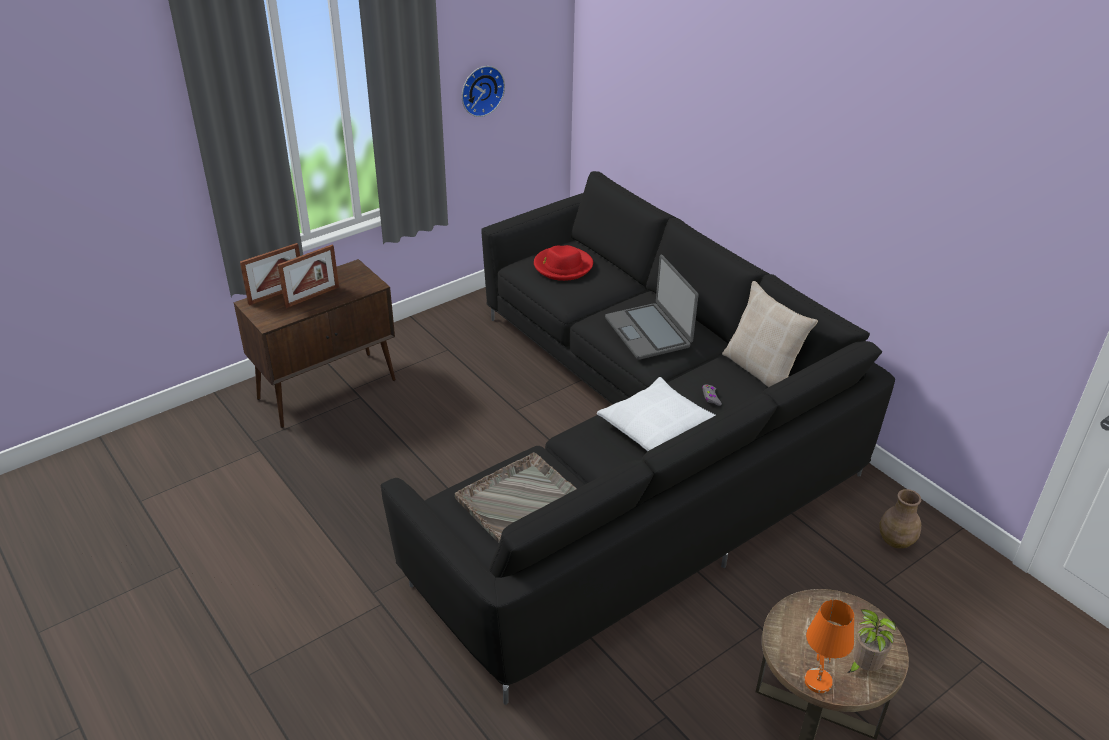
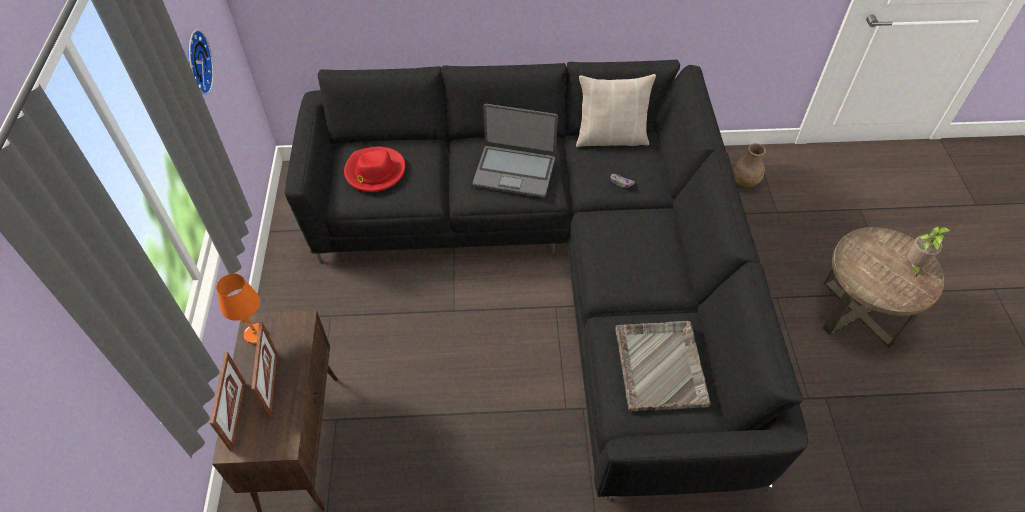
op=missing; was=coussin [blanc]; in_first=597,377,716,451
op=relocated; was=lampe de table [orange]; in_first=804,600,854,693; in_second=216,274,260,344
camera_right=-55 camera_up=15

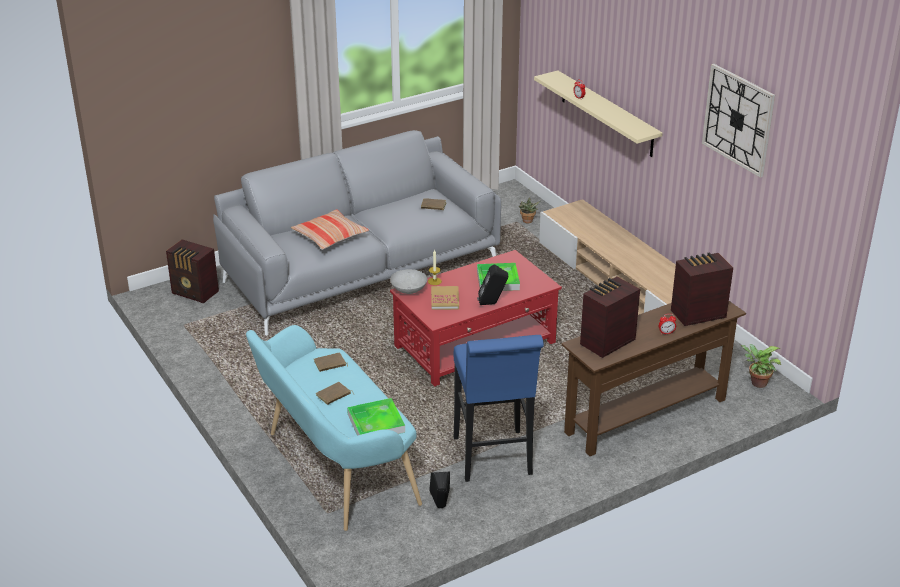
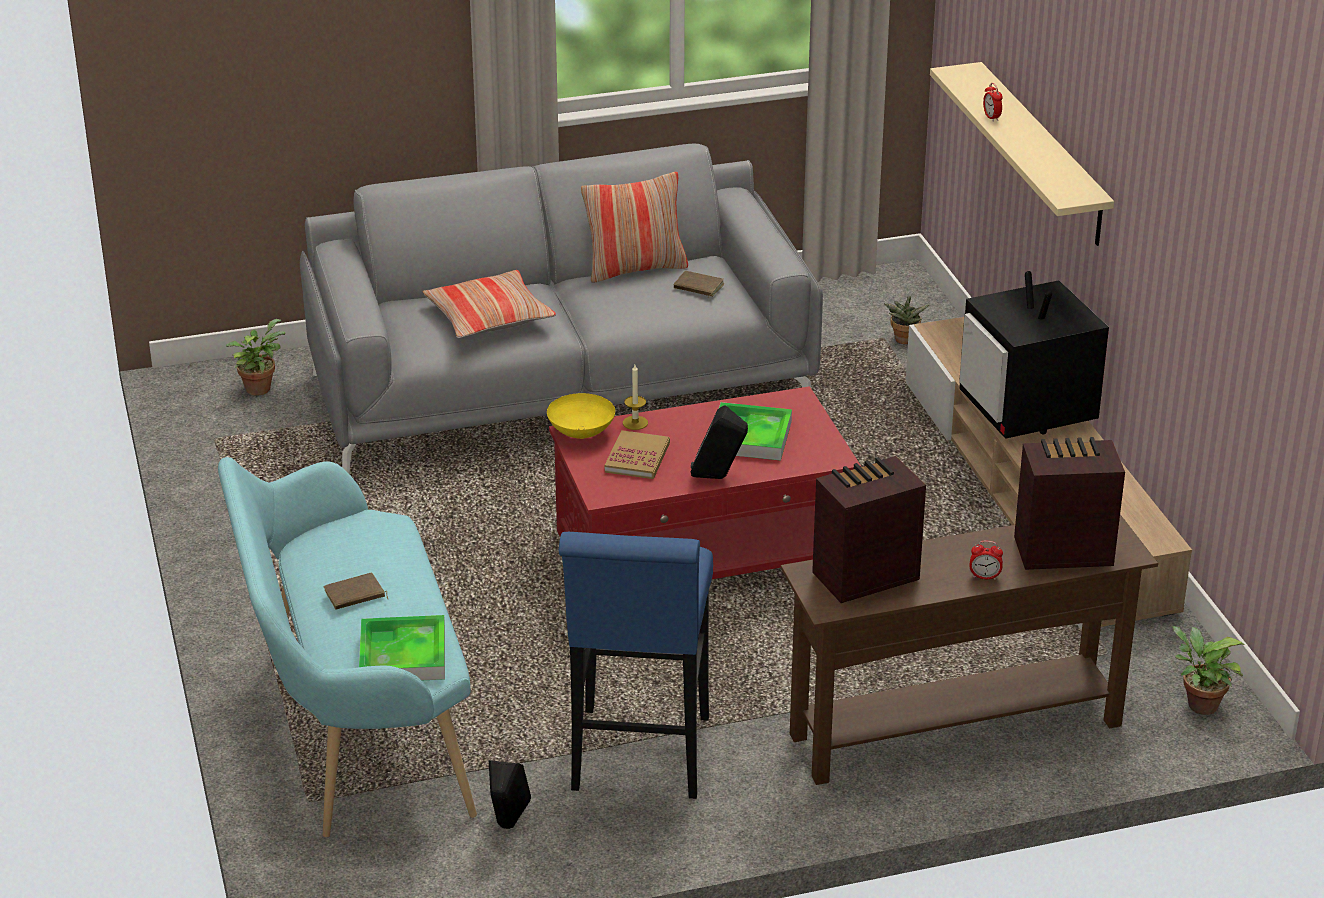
op=missing; was=livre [marron]; in_first=314,352,348,372
op=missing; was=horloge murale; in_first=702,64,775,178
op=appeared; now=coussin; in_second=581,172,688,283
op=appeared; now=téléviseur; in_second=959,271,1109,439
op=exchanged; was=radio; now=plante en pot; in_first=166,239,219,304; in_second=226,319,285,396
op=colour; was=bol [gris]; now=bol [jaune]; in_first=390,269,427,294; in_second=547,393,615,439
camera_right=15 camera_up=0

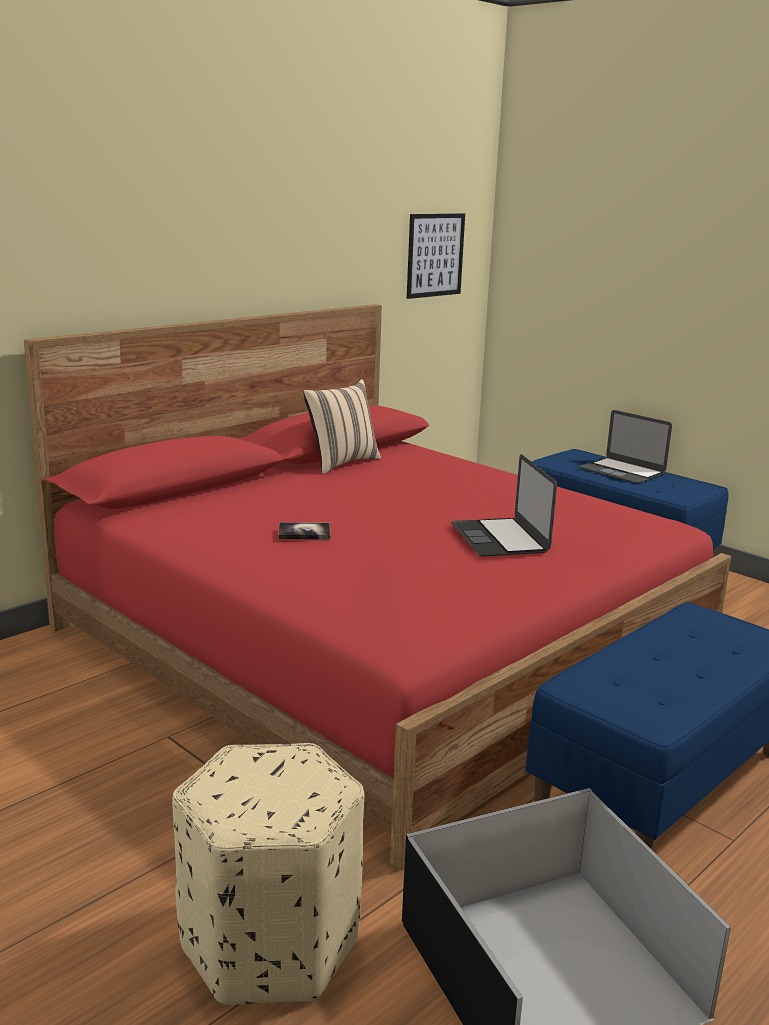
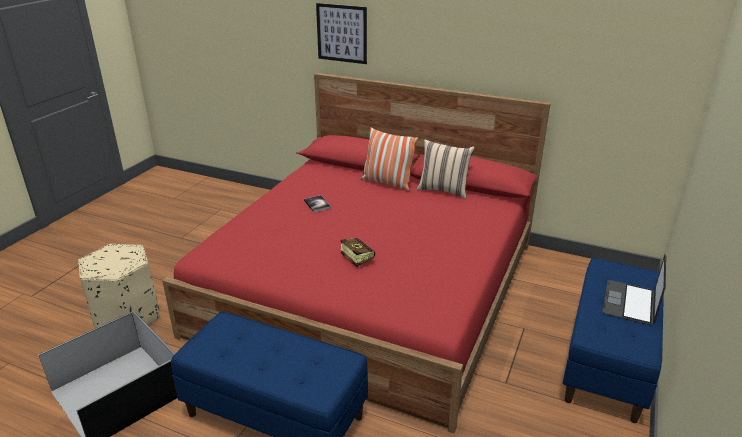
op=appeared; now=coussin; in_second=361,127,418,191
op=relocated; was=tableau; in_first=407,213,465,299; in_second=316,3,367,64
op=exchanged; was=ordinateur portable; now=livre; in_first=451,454,557,557; in_second=340,238,375,267
camera_right=70 camera_up=10

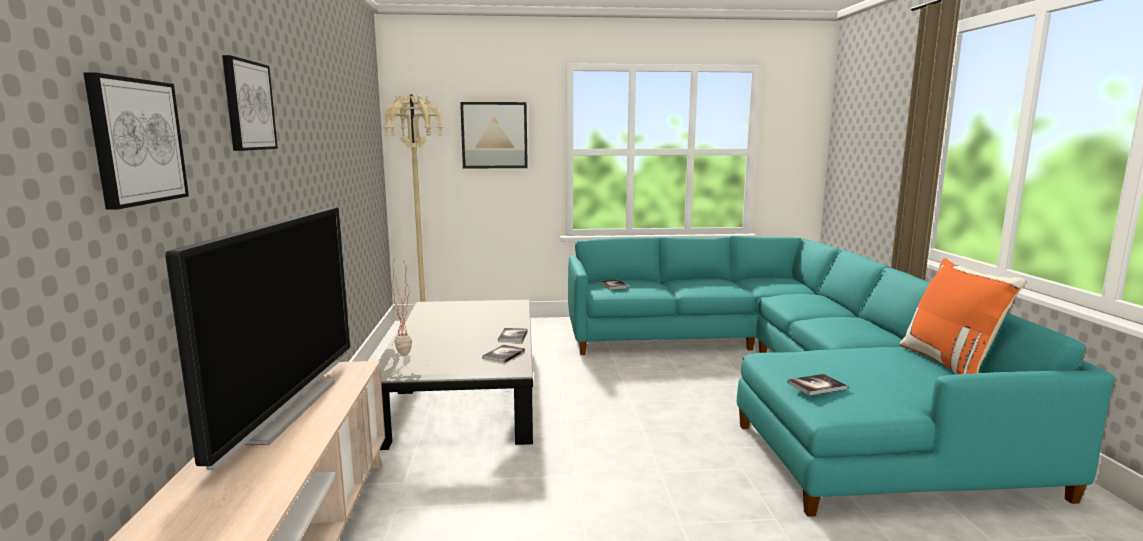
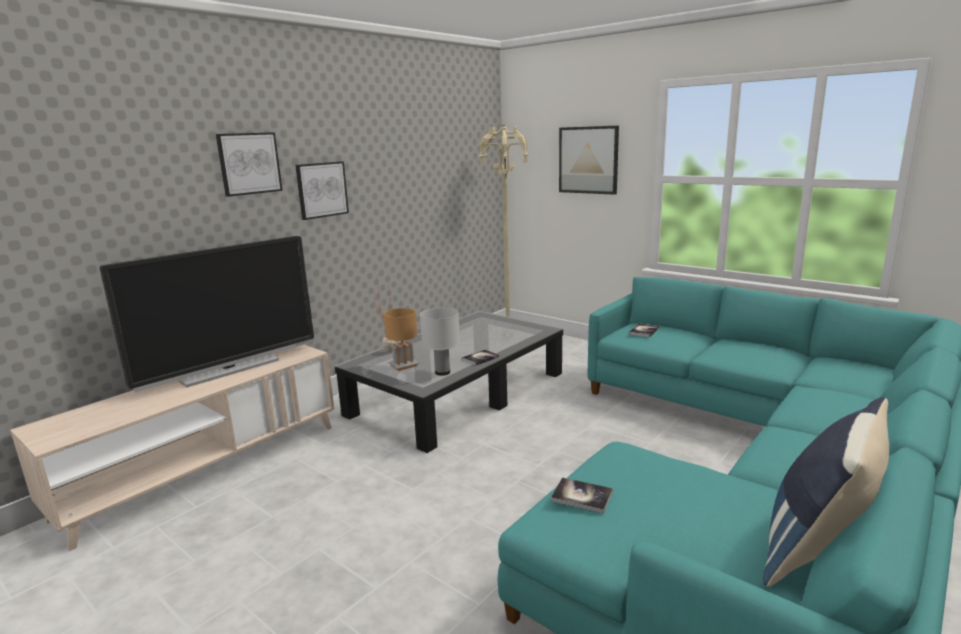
op=appeared; now=lampe de table [marron]; in_second=384,308,420,371
op=relocated; was=tableau; in_first=83,72,189,210; in_second=295,161,349,220
op=exchanged; was=livre; now=lampe de table [blanc]; in_first=482,344,525,363; in_second=420,308,460,376
op=colour; was=coussin [orange]; now=coussin [bleu]; in_first=900,258,1026,374; in_second=763,397,889,587
camera_right=45 camera_up=5

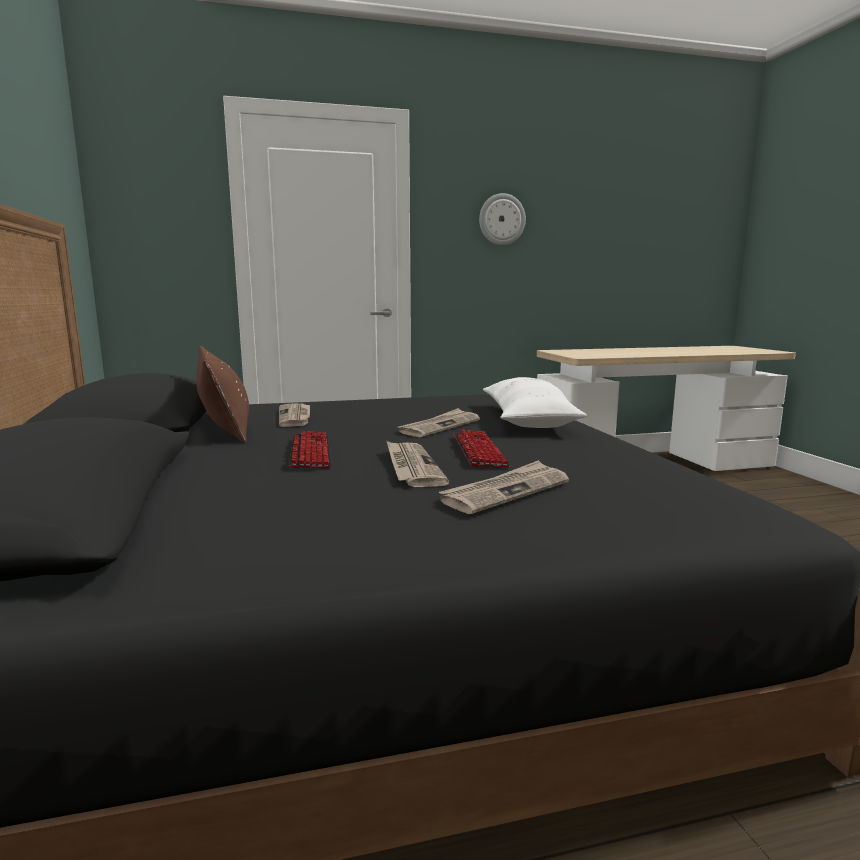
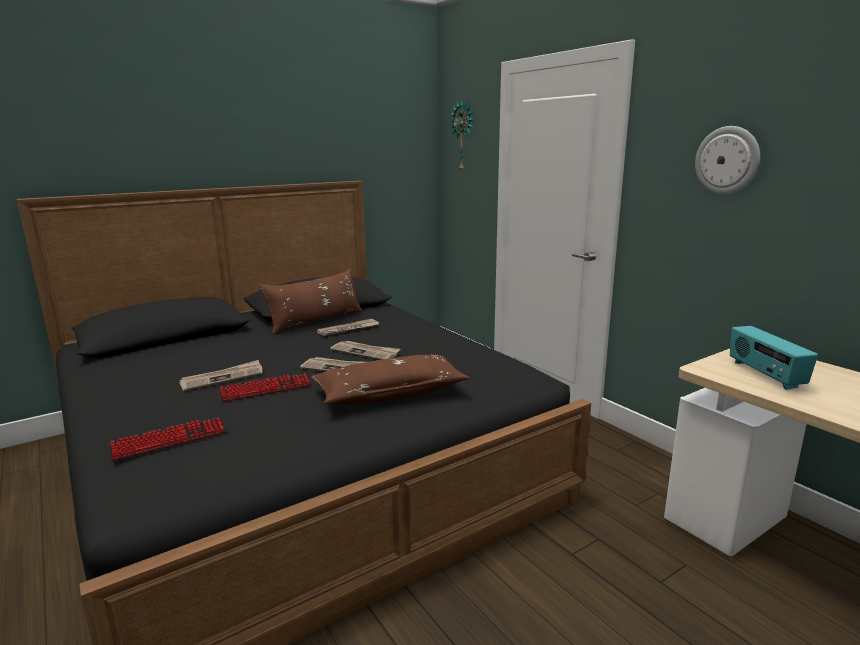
op=appeared; now=horloge murale; in_second=451,100,474,172
op=appeared; now=radio; in_second=730,326,818,390
op=relocated; was=clavier; in_first=289,431,331,468; in_second=109,417,227,461
op=relocated; was=journal; in_first=439,460,569,514; in_second=330,341,400,360
op=colour; was=coussin [blanc]; now=coussin [marron]; in_first=483,377,587,428; in_second=311,355,470,404
camera_right=70 camera_up=5

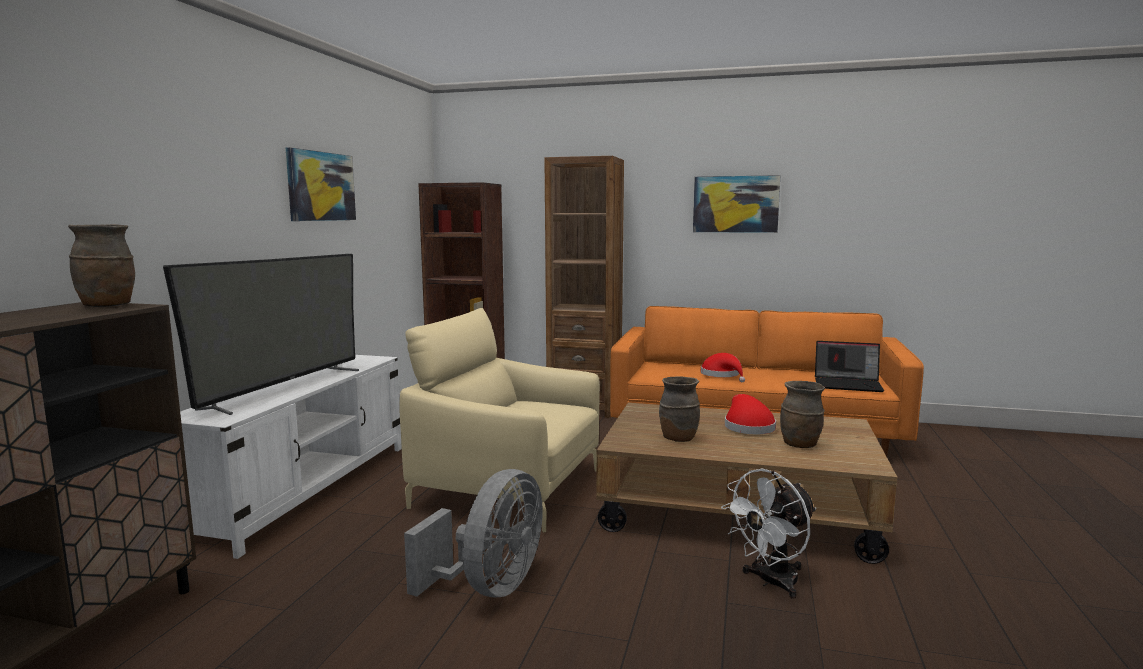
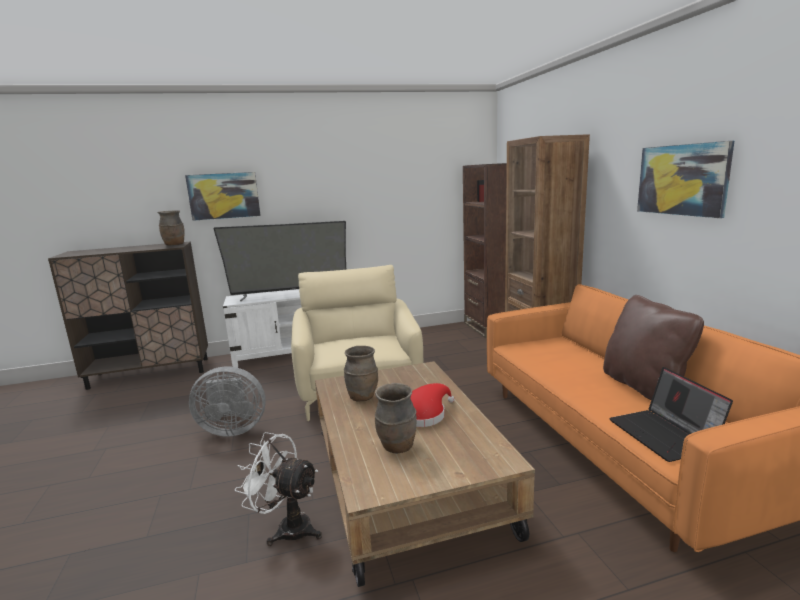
op=missing; was=chapeau [rouge]; in_first=701,353,745,382
op=appeared; now=coussin [marron]; in_second=603,295,704,400
op=relocated; was=tableau; in_first=286,147,356,221; in_second=185,172,261,221
camera_right=60 camera_up=5

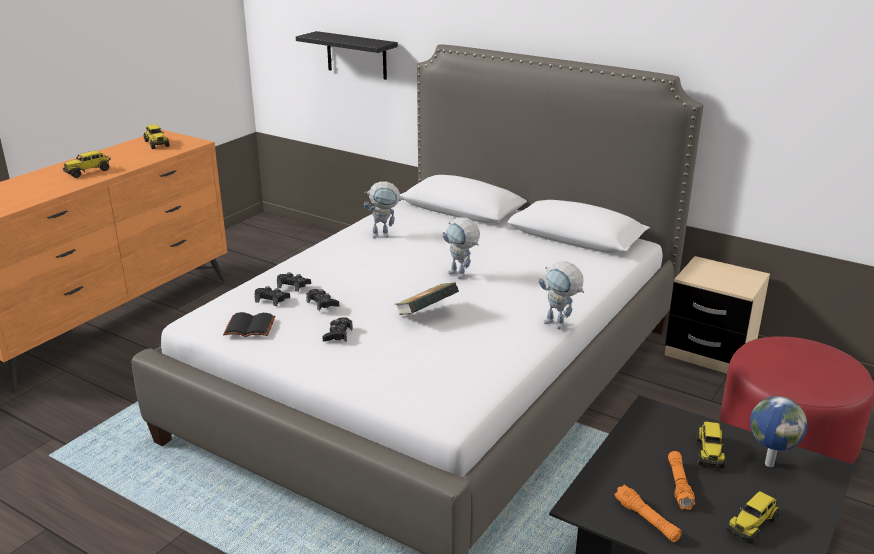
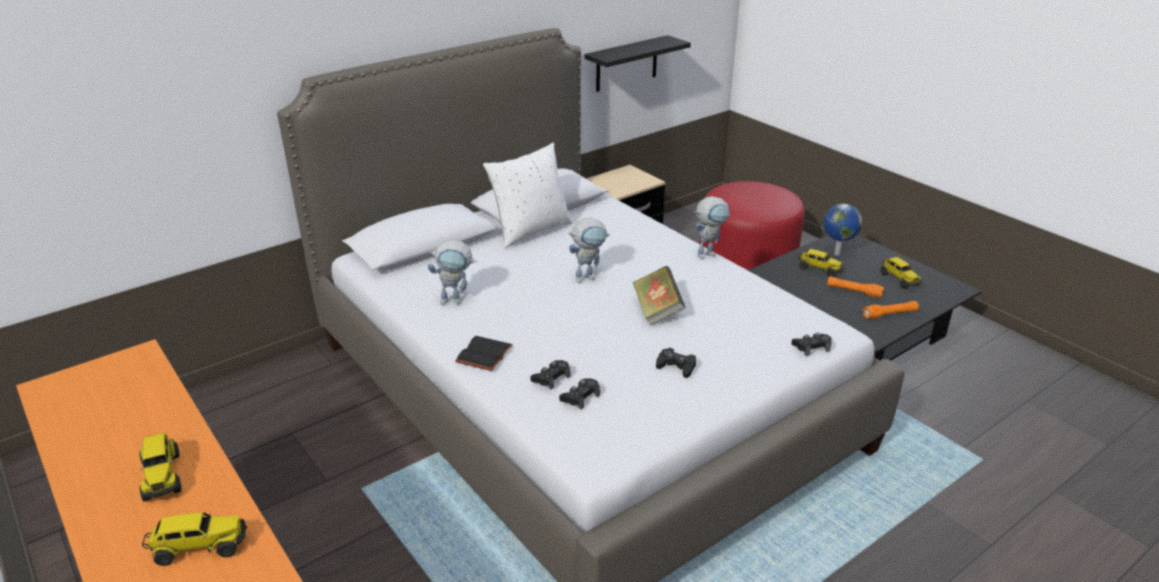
op=appeared; now=coussin [blanc]; in_second=483,143,572,248
op=relocated; was=camion jouet; in_first=144,124,169,149; in_second=142,512,247,566
op=relocated; was=livre [noir]; in_first=223,312,275,337; in_second=455,336,513,371
op=relocated; was=étagère [noir]; in_first=296,31,398,80; in_second=584,35,691,92
op=relocated; was=manette [noir]; in_first=306,289,339,311; in_second=791,333,832,356
op=spun; was=robot jouet; in_first=364,181,404,238; in_second=428,239,477,305; clockwise=75
camera_right=-70 camera_up=5

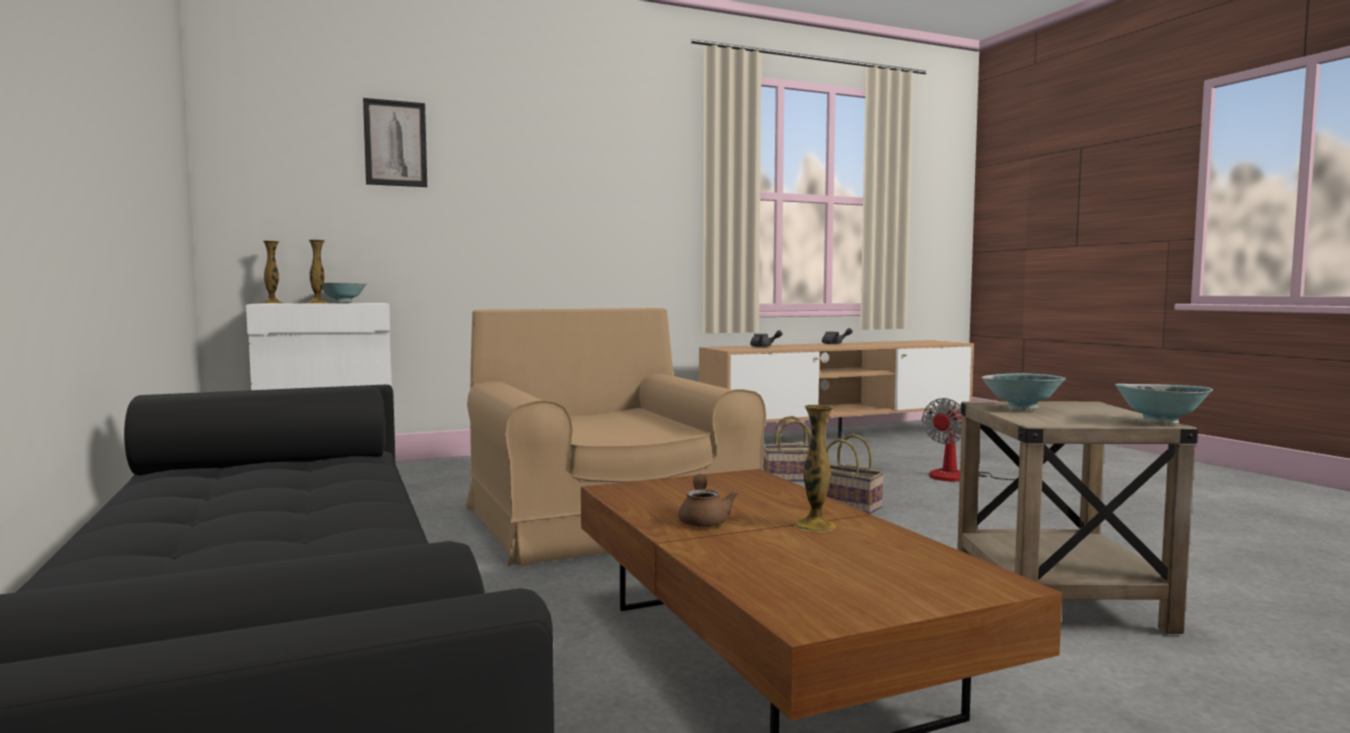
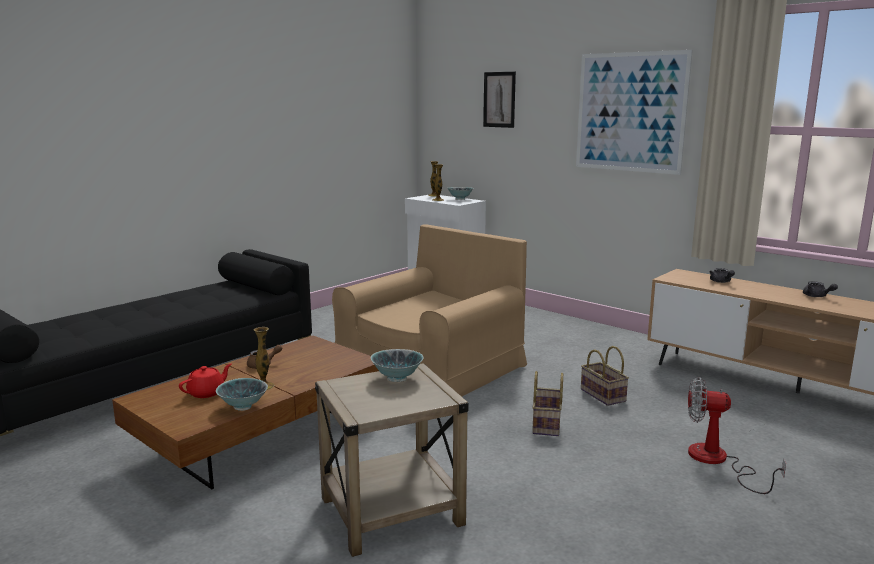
op=appeared; now=théière [rouge]; in_second=179,364,231,398
op=appeared; now=tableau; in_second=576,50,693,175
op=relocated; was=bol; in_first=1115,384,1213,424; in_second=216,378,268,411
camera_right=65 camera_up=10

